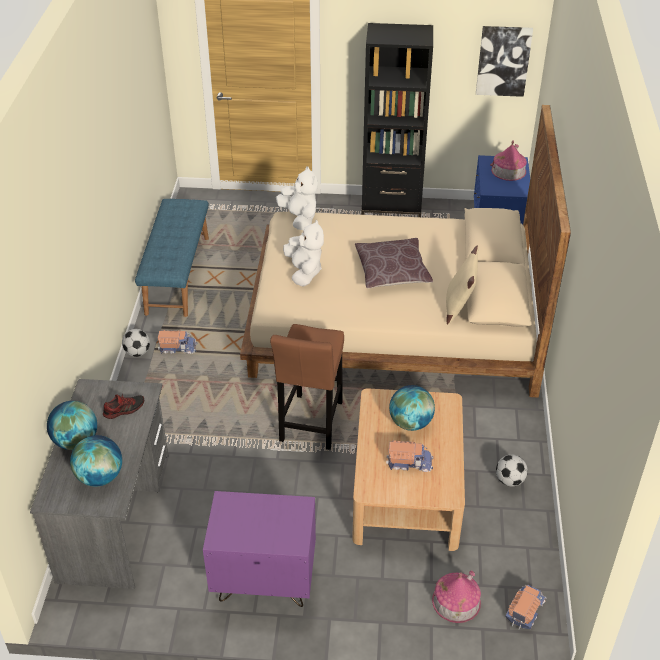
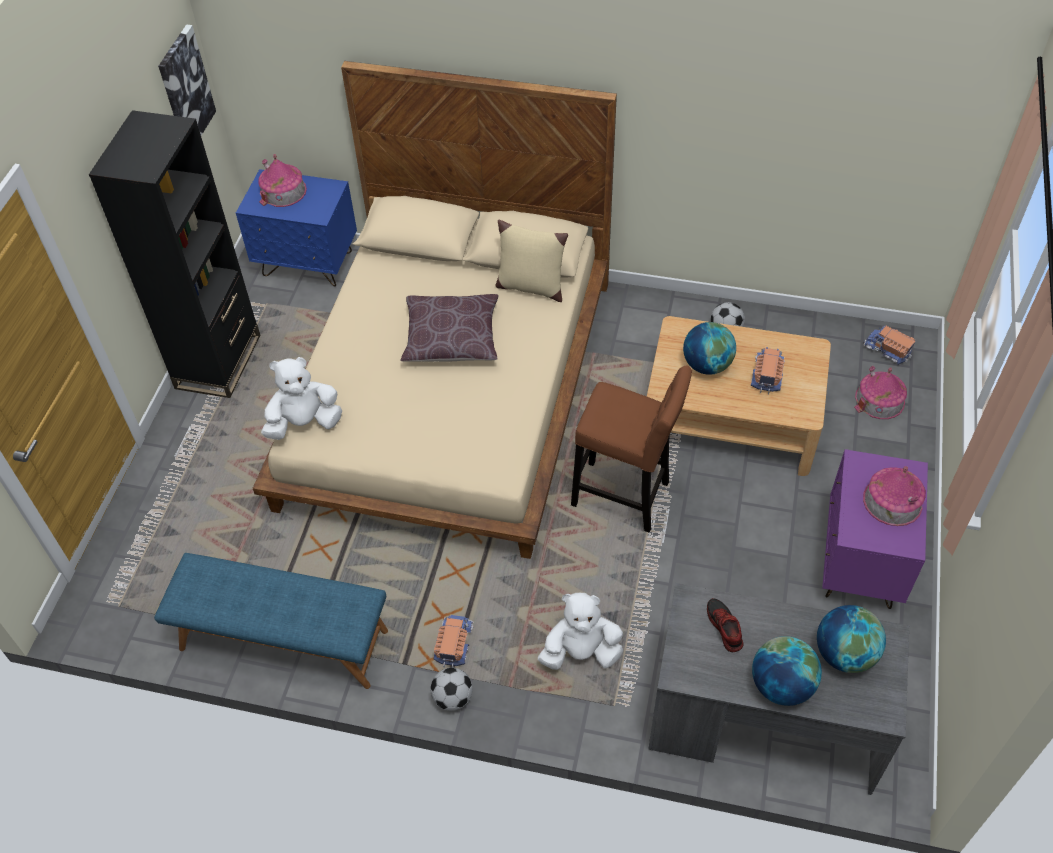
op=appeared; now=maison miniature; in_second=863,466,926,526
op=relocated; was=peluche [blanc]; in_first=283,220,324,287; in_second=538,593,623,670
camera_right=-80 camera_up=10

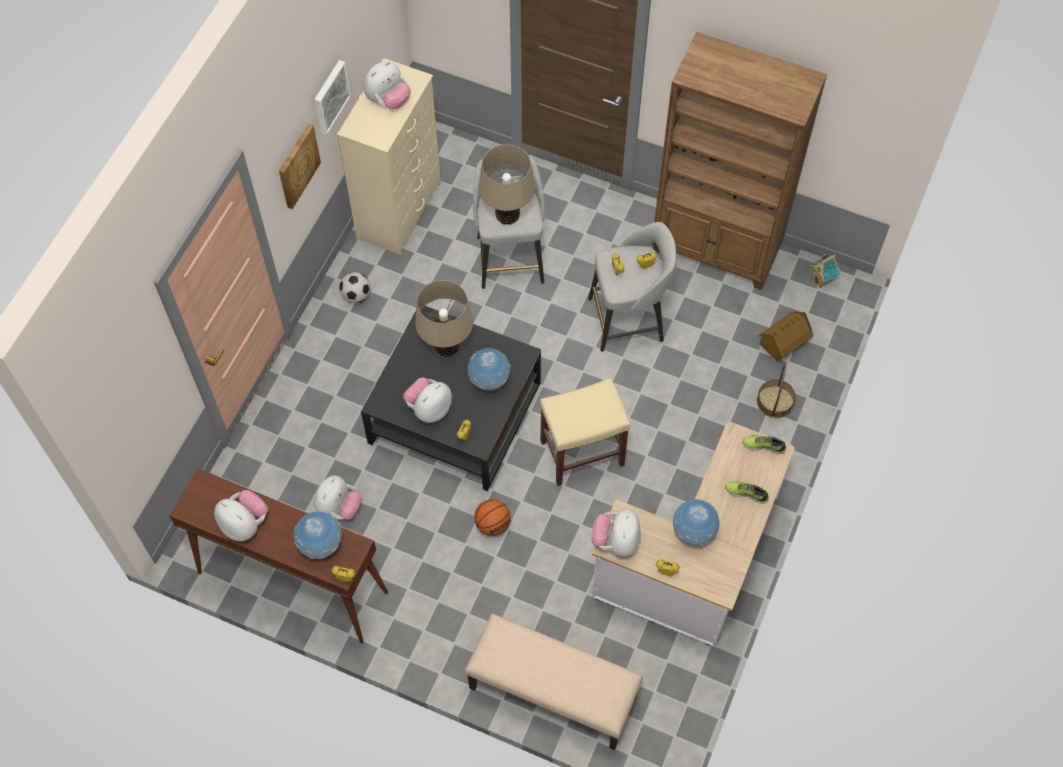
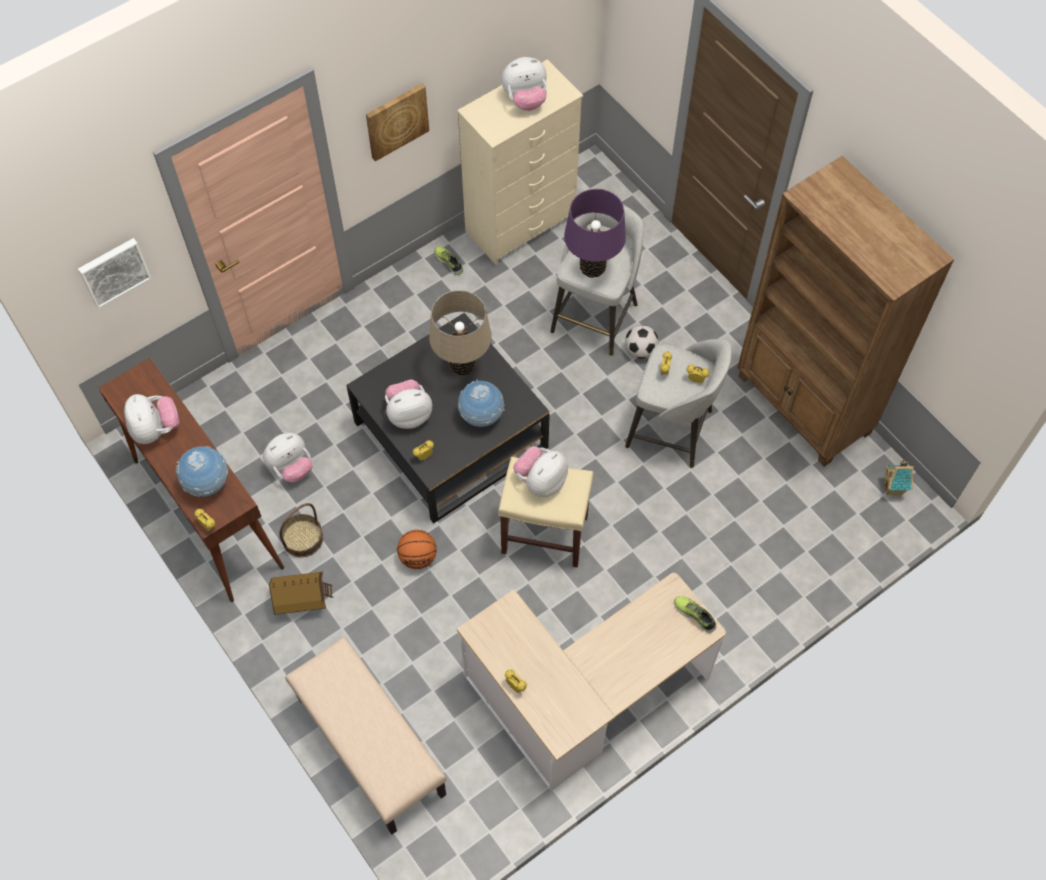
op=missing; was=globe; in_first=673,499,719,546
op=relocated; was=tableau; in_first=314,60,351,135; in_second=78,238,152,309
op=relocated; was=ballon de foot; in_first=339,272,371,303; in_second=625,325,659,358
op=relocated; was=peluche; in_first=592,509,641,557; in_second=513,446,568,497
op=relocated; was=chaussure; in_first=725,481,769,504; in_second=434,246,463,275
op=relocated; was=panier; in_first=757,365,796,418; in_second=279,503,323,557
op=relocated; was=maison miniature; in_first=758,311,813,361; in_second=269,572,333,615
op=colour; was=lampe de table [beige]; now=lampe de table [violet]; in_first=479,144,535,225; in_second=564,189,626,278
camera_right=30 camera_up=0

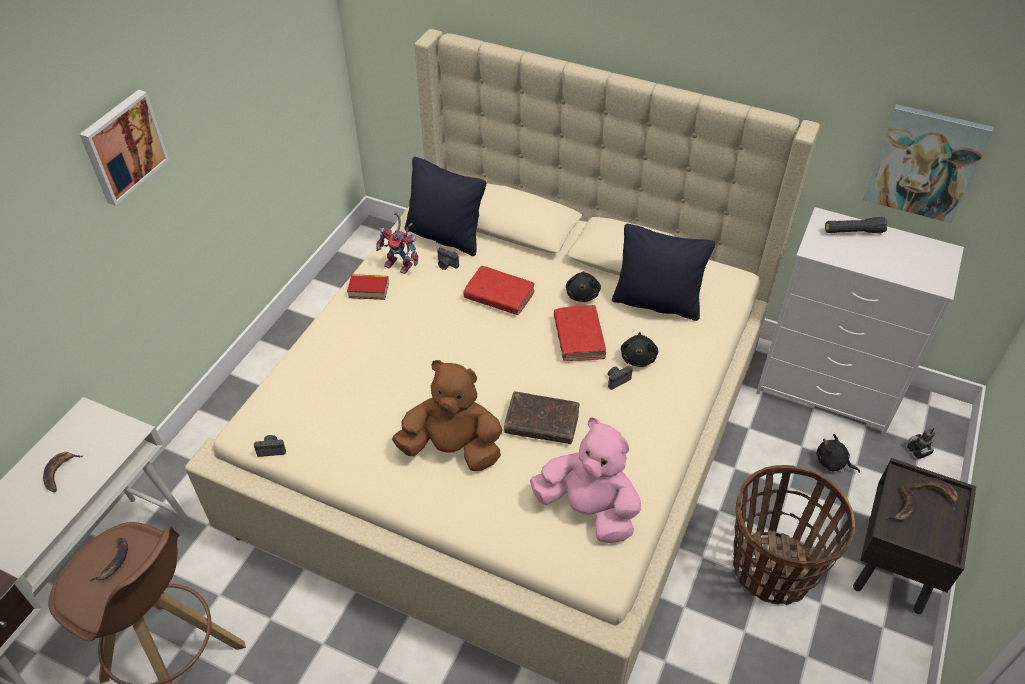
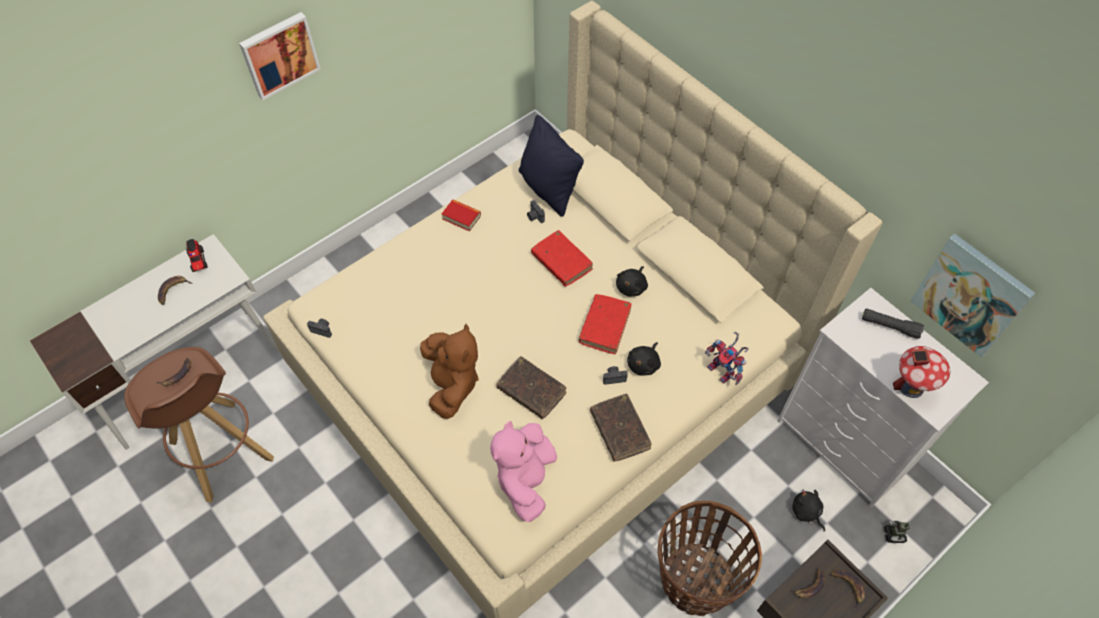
op=missing; was=coussin [noir]; in_first=612,224,715,321
op=appeared; now=camion jouet; in_second=186,239,208,272
op=appeared; now=livre [marron]; in_second=590,394,651,462
op=appeared; now=maison miniature; in_second=893,346,950,398
op=relocated; was=robot jouet; in_first=376,212,418,274; in_second=705,332,749,385
op=spun; was=peluche [marron]; in_first=392,360,502,471; in_second=420,324,478,419; clockwise=45
op=spun; was=peluche [rose]; in_first=530,417,641,543; in_second=490,421,557,522; clockwise=-135
camera_right=25 camera_up=10

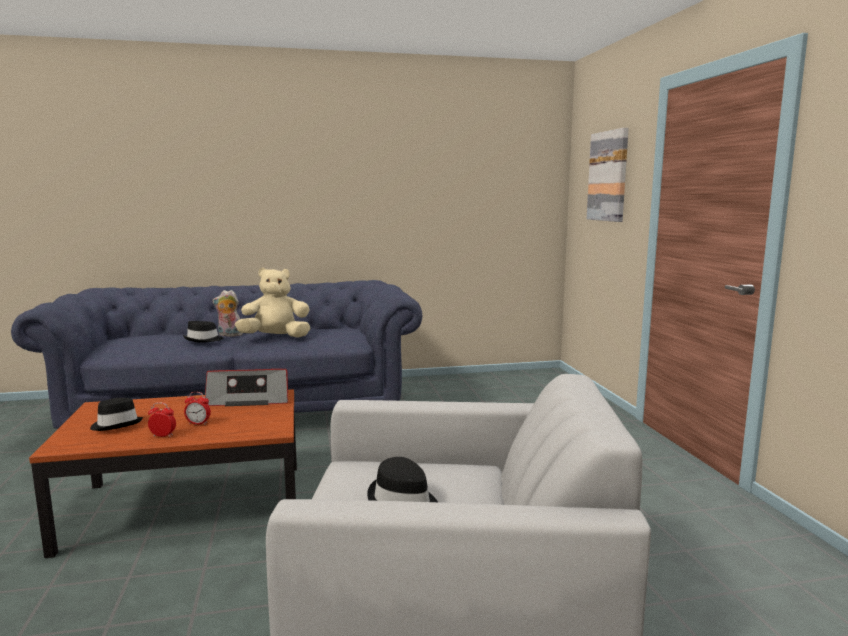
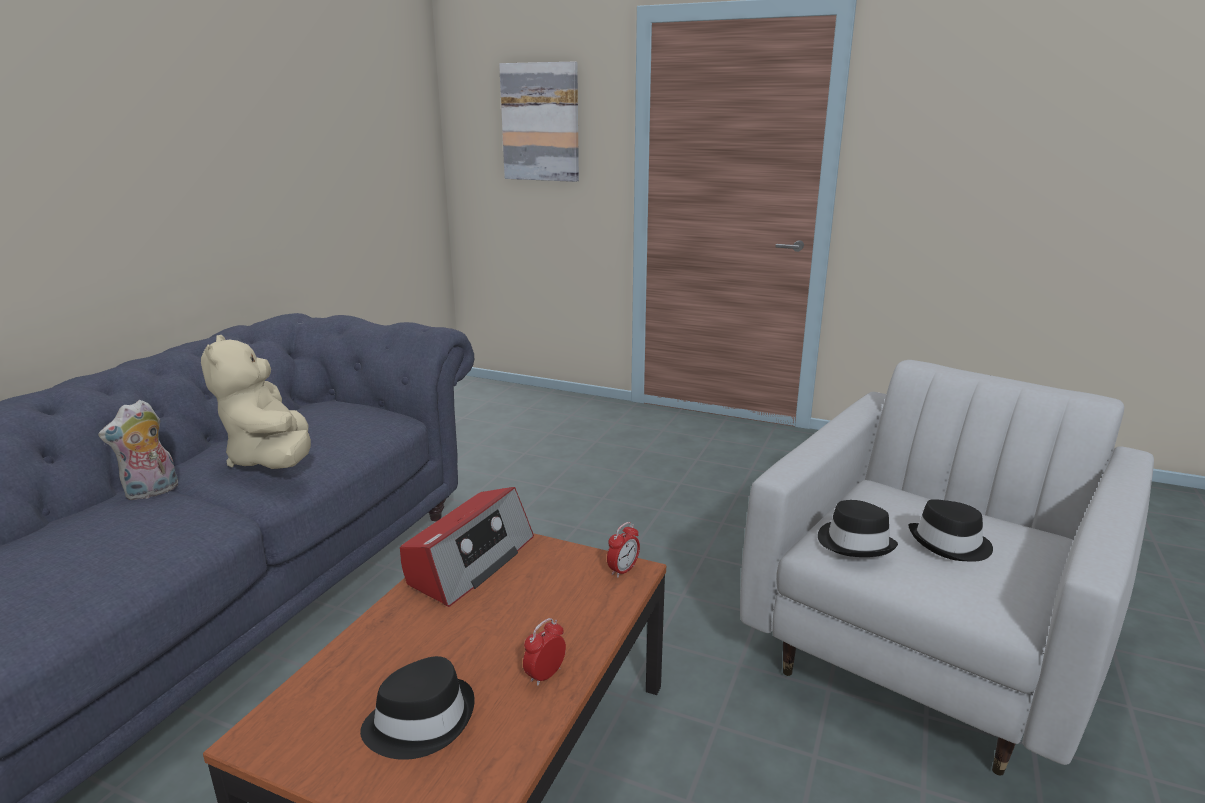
op=relocated; was=chapeau [noir]; in_first=183,321,223,343; in_second=818,500,898,557
op=relocated; was=réveil; in_first=184,392,211,425; in_second=607,522,640,578
op=spun; was=peluche [beige]; in_first=235,268,310,338; in_second=201,335,311,469; clockwise=-45
camera_right=-55 camera_up=10

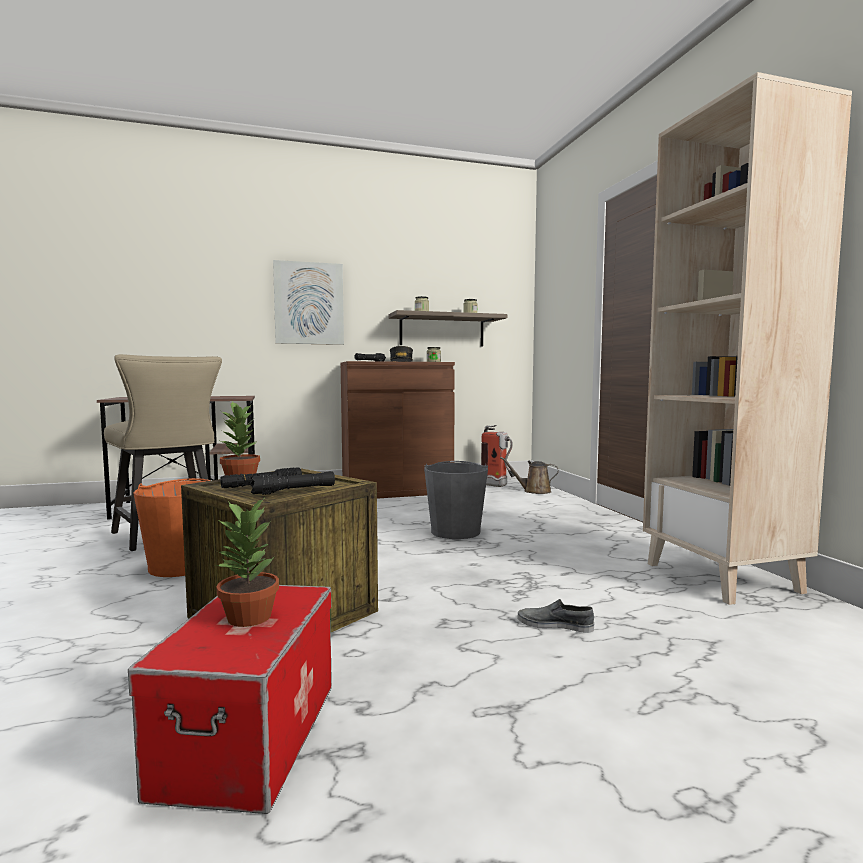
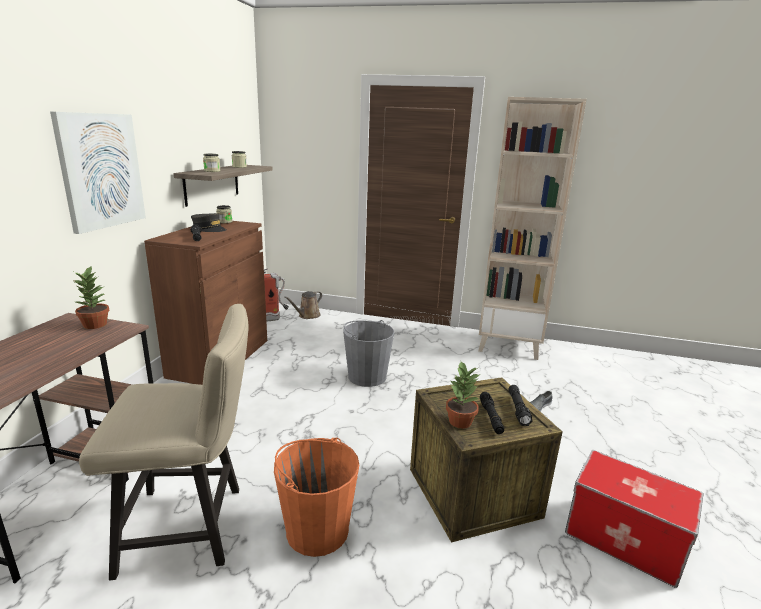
op=relocated; was=plante en pot; in_first=215,497,279,627; in_second=74,265,109,329
camera_right=-60 camera_up=15

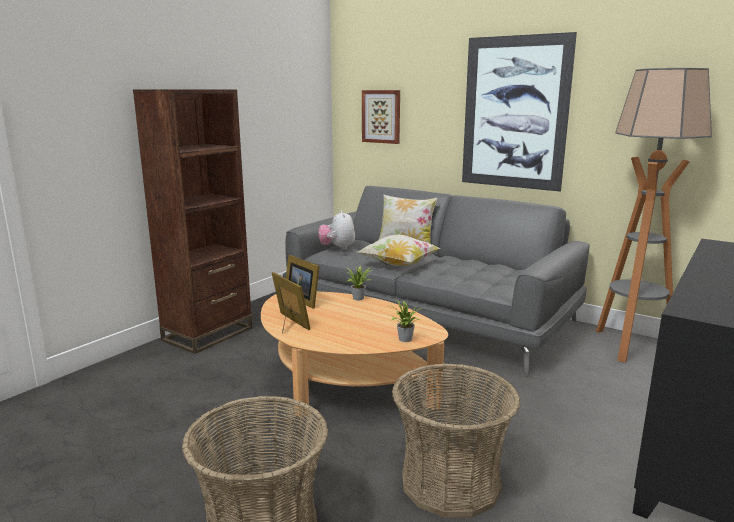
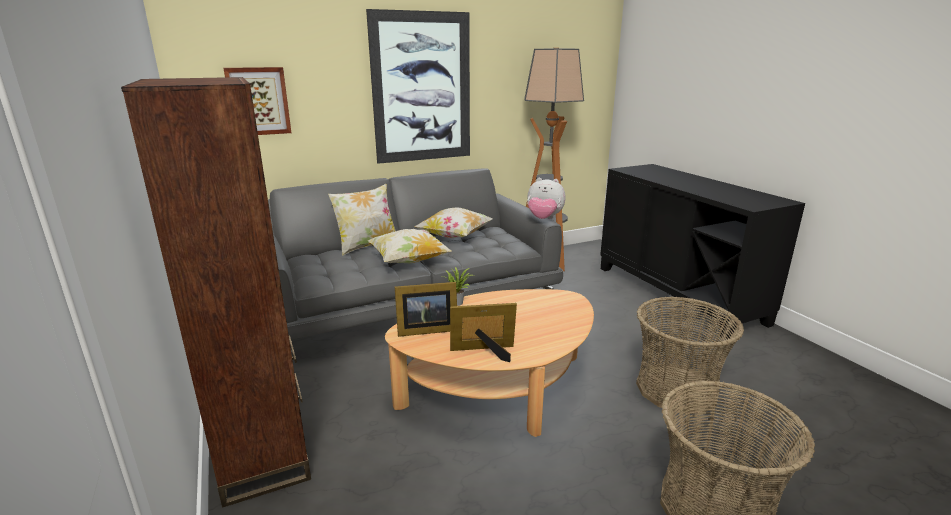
op=missing; was=plante en pot; in_first=389,299,421,342
op=appeared; now=coussin; in_second=414,208,493,238
op=relocated; was=peluche; in_first=318,210,355,250; in_second=527,178,566,219
camera_right=-60 camera_up=5

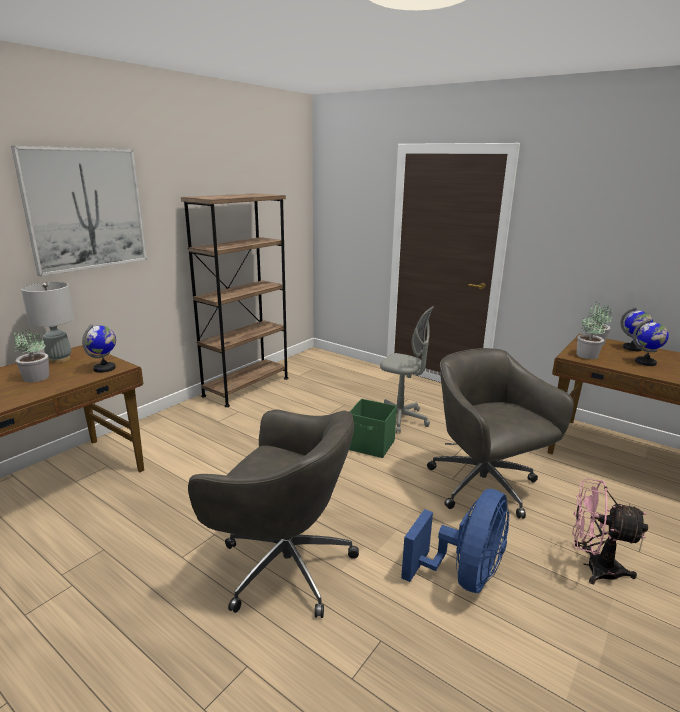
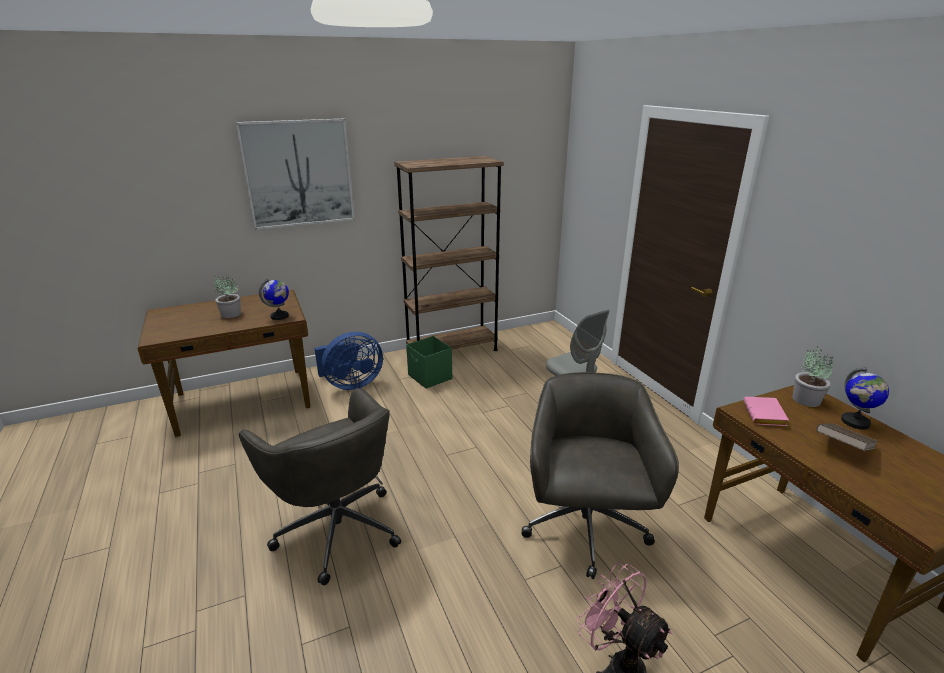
op=missing; was=lampe de table [gris]; in_first=21,282,74,363
op=relocated; was=boîte de rangement [vert]; in_first=349,399,397,458; in_second=406,336,452,388
op=relocated; was=ventilateur [bleu]; in_first=401,489,509,593; in_second=314,332,383,390
op=exchanged; was=plante en pot; now=livre [rose]; in_first=577,314,607,359; in_second=743,397,789,426
op=exchanged; was=globe; now=livre [marron]; in_first=633,319,669,366; in_second=816,423,878,451
camera_right=30 camera_up=5

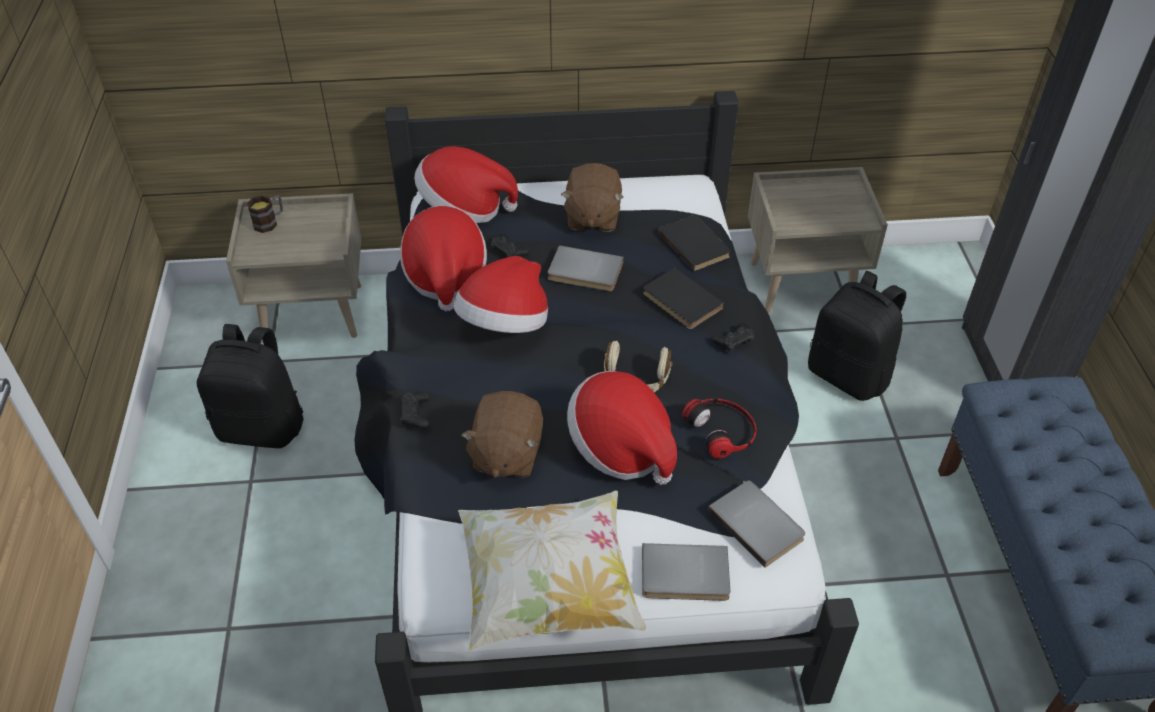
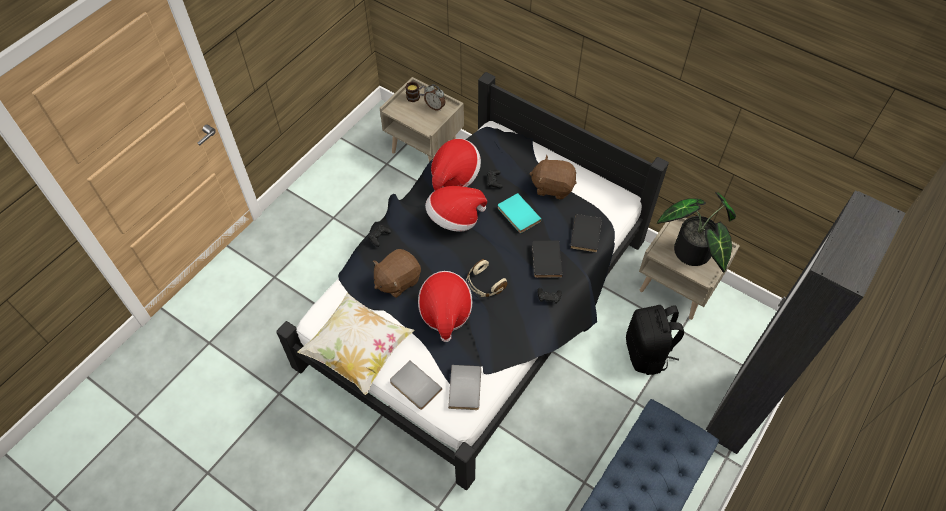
op=missing; was=sac à dos [noir]; in_first=197,324,304,448
op=missing; was=chapeau; in_first=414,146,518,223
op=missing; was=casque audio; in_first=682,398,756,459
op=appeared; now=réveil; in_second=424,84,445,111
op=appeared; now=plante en pot; in_second=657,192,736,273
op=colour; was=livre [gris]; now=livre [turquoise]; in_first=548,245,624,291; in_second=498,193,542,233
op=spun; was=peluche [marron]; in_first=561,163,624,232; in_second=529,155,576,200; clockwise=60
camera_right=40 camera_up=10

